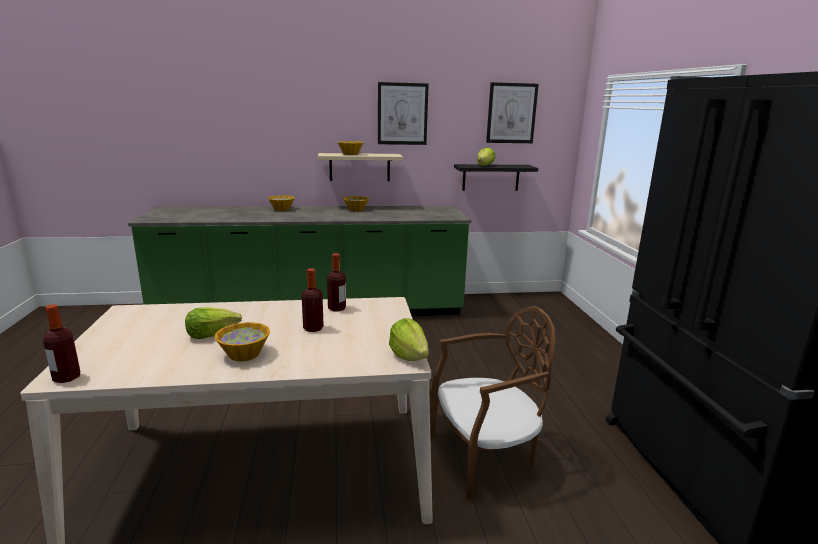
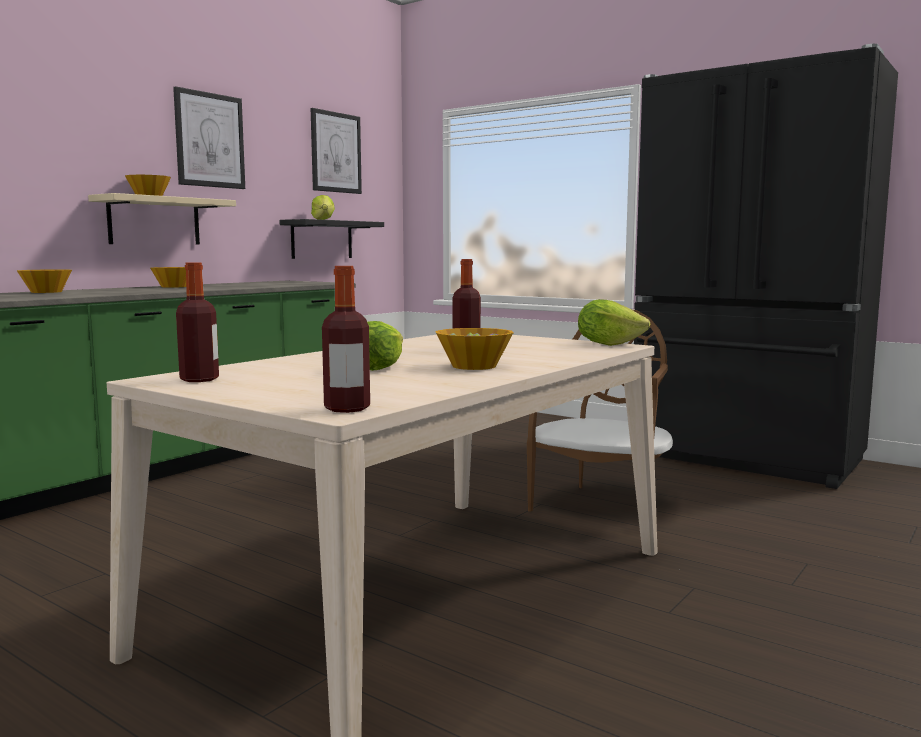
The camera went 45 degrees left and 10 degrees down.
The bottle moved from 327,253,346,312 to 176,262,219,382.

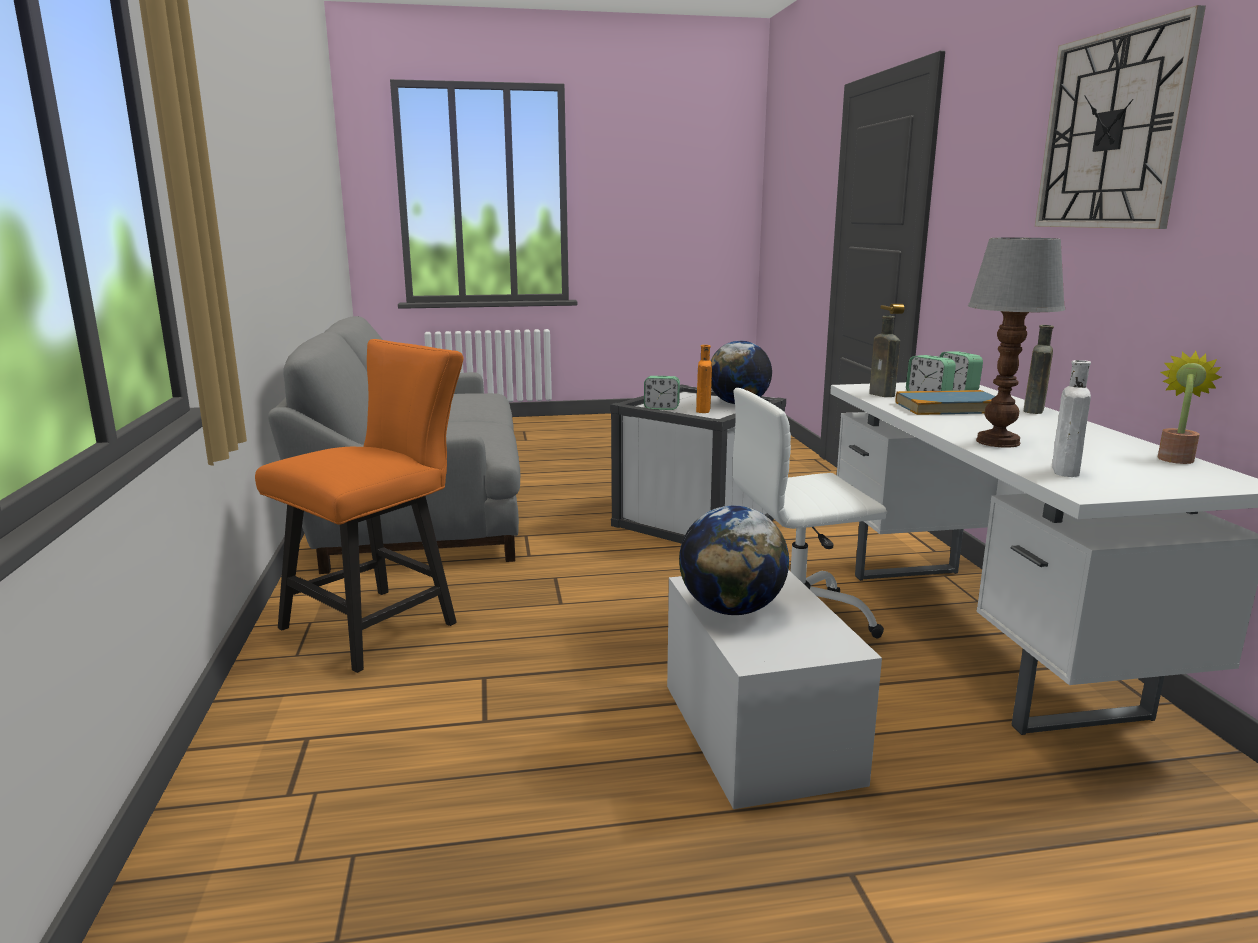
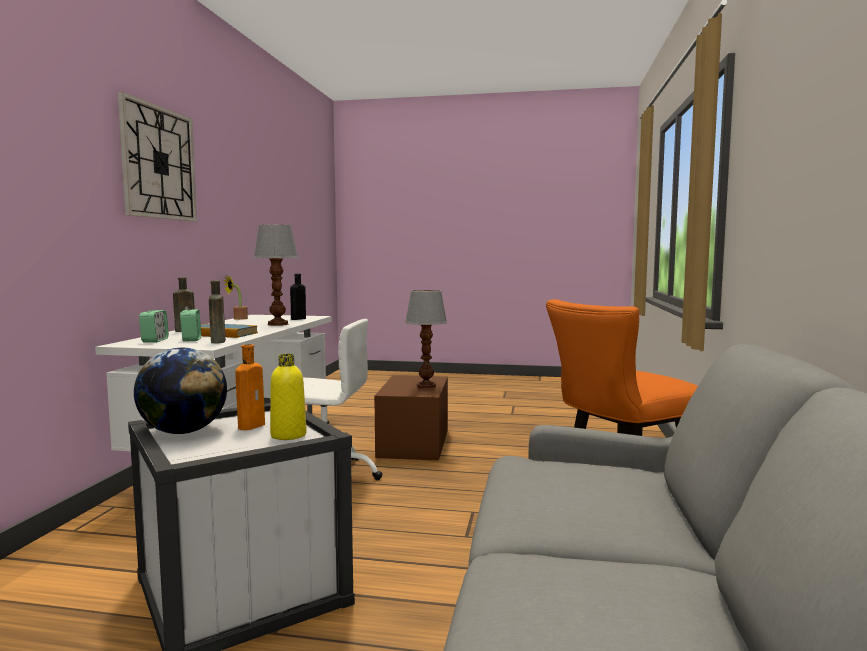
The camera went 160 degrees left and 10 degrees down.
The alarm clock at 644,376,680,410 was replaced by the bottle (yellow) at 270,354,307,440.
The bottle (white) at 1052,360,1091,477 became the bottle (black) at 290,274,306,320.
The storage box (white) at 667,570,882,809 became the storage box (brown) at 374,375,448,460.
The globe at 679,505,789,615 was replaced by the table lamp at 405,290,447,389.

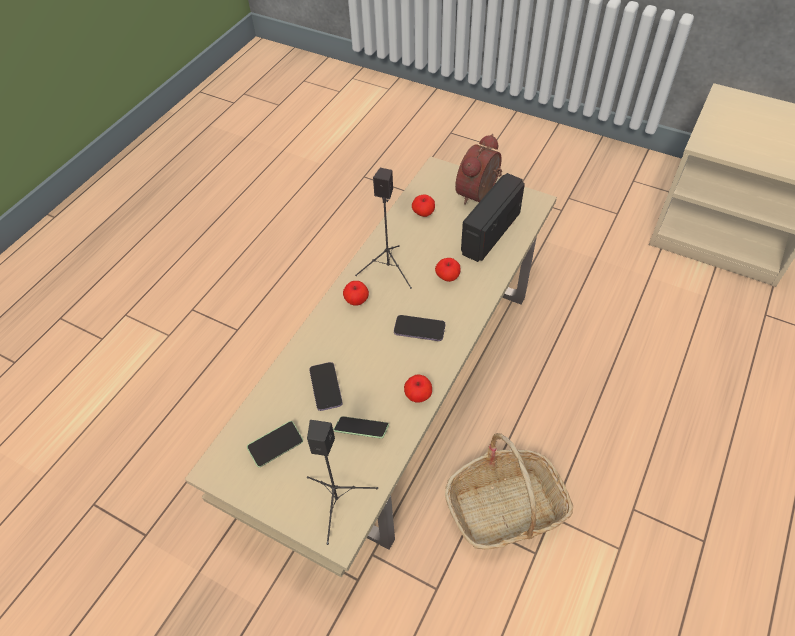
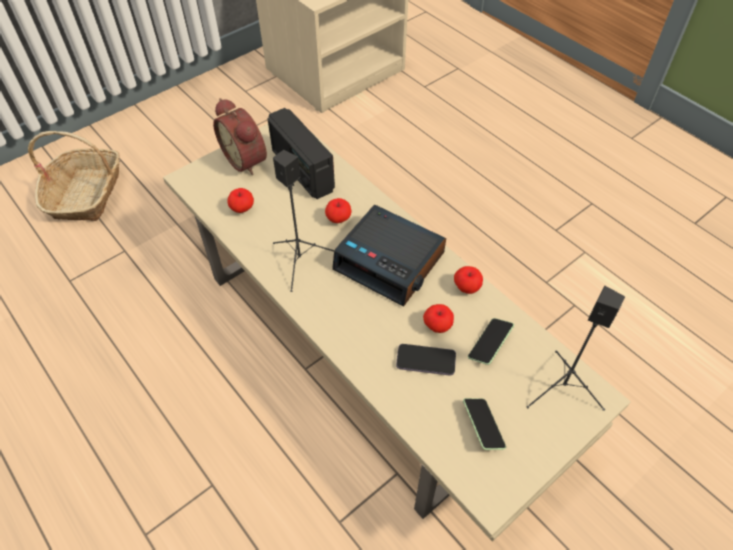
The camera went 70 degrees left and 0 degrees up.
The basket moved from 445,433,573,550 to 28,131,120,221.
The phone at 394,315,445,341 was replaced by the alarm clock at 332,205,446,307.
The apple moved from 343,281,369,306 to 423,304,454,333.

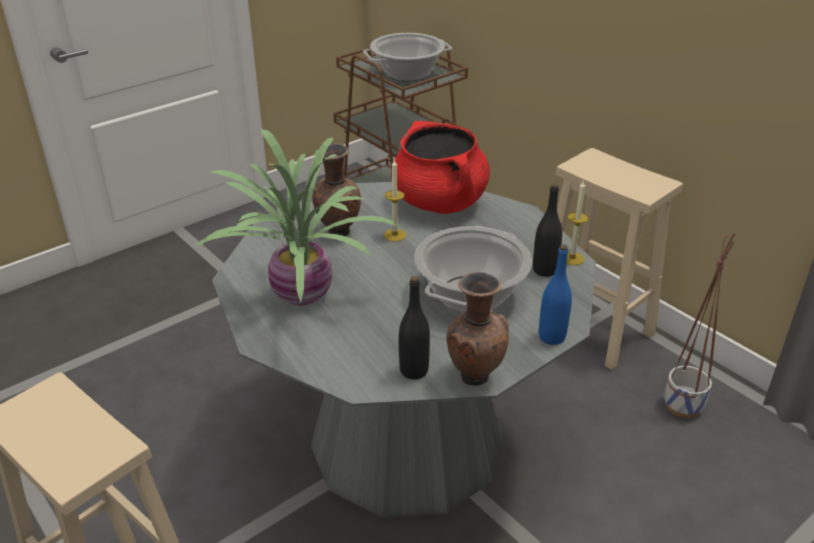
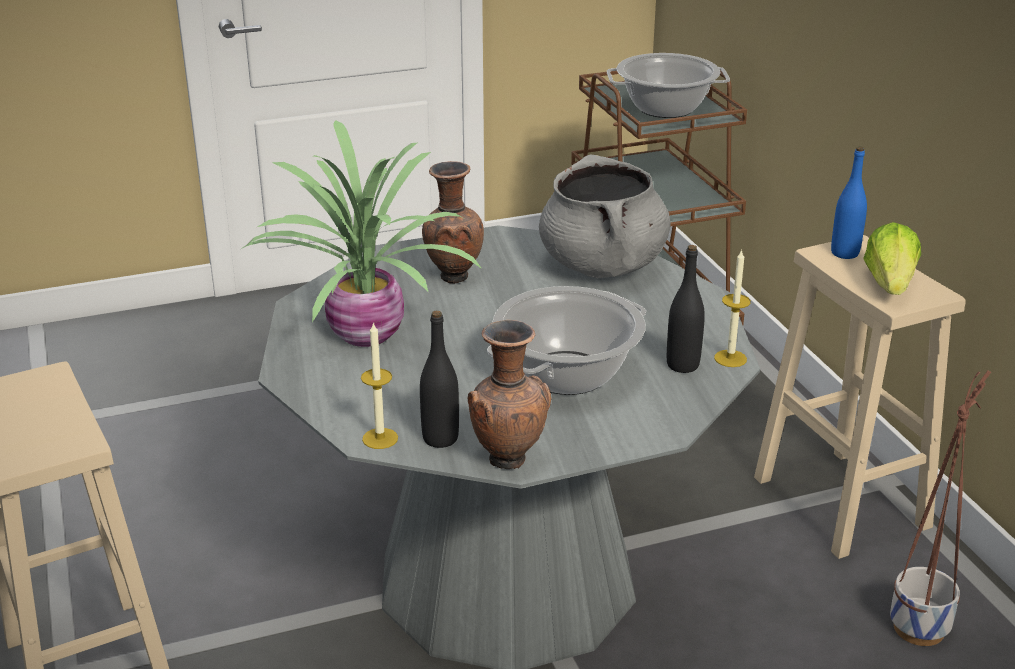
The camera went 20 degrees right and 5 degrees down.
The candle moved from 384,160,406,242 to 361,322,398,449.
The cooking pot (red) at 391,121,490,214 became the cooking pot (grey) at 539,154,671,278.
The bottle (blue) moved from 539,245,572,345 to 831,147,867,259.
The lettuce at 863,222,921,295 appeared.

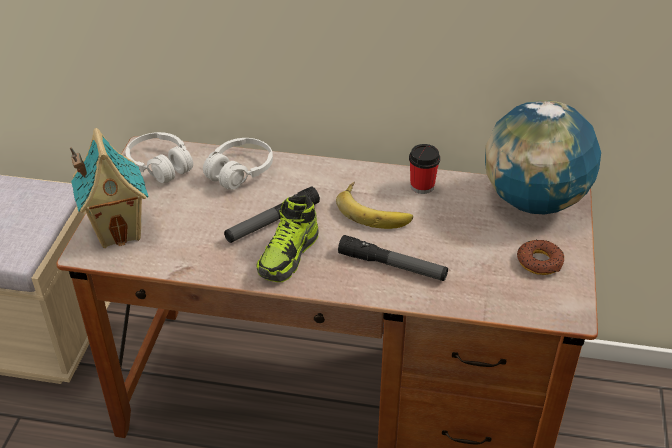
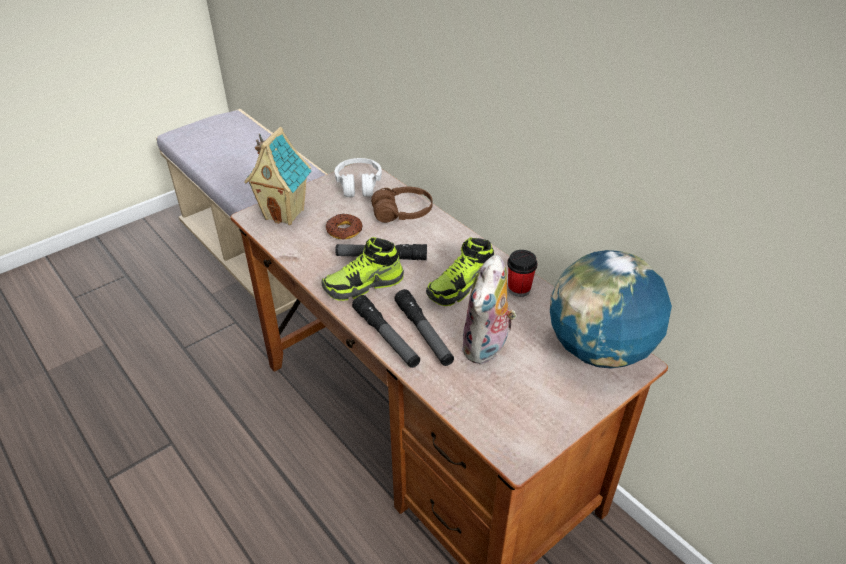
The camera went 40 degrees right and 0 degrees up.
The donut moved from 517,240,564,275 to 326,213,362,240.
The flashlight at 352,295,420,368 appeared.
The headphones (white) at 203,138,273,190 became the headphones (brown) at 371,187,433,223.
The banana at 336,182,413,229 was replaced by the shoe at 426,238,494,306.
The plush toy at 461,254,517,364 appeared.

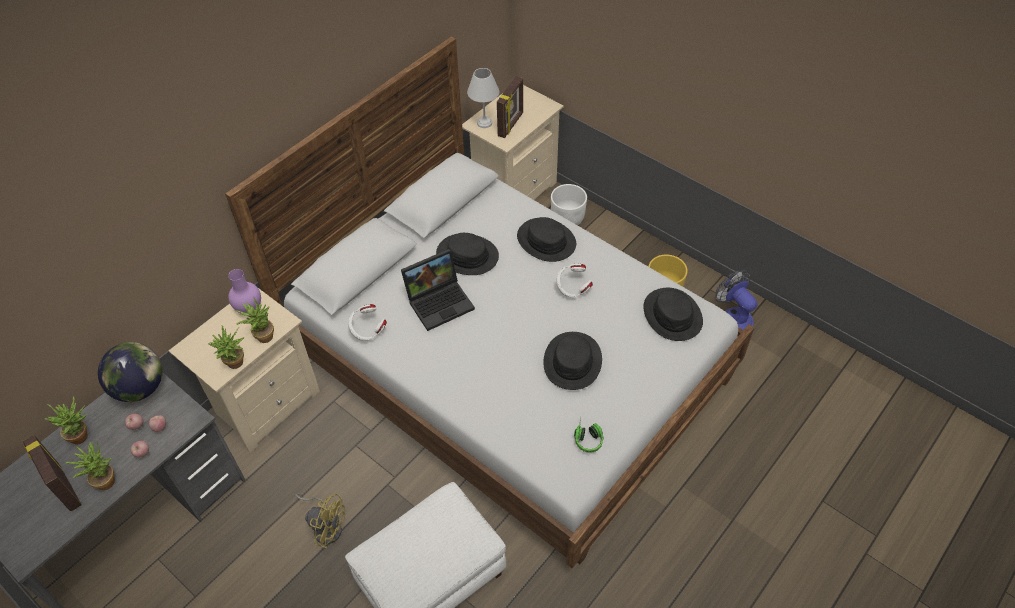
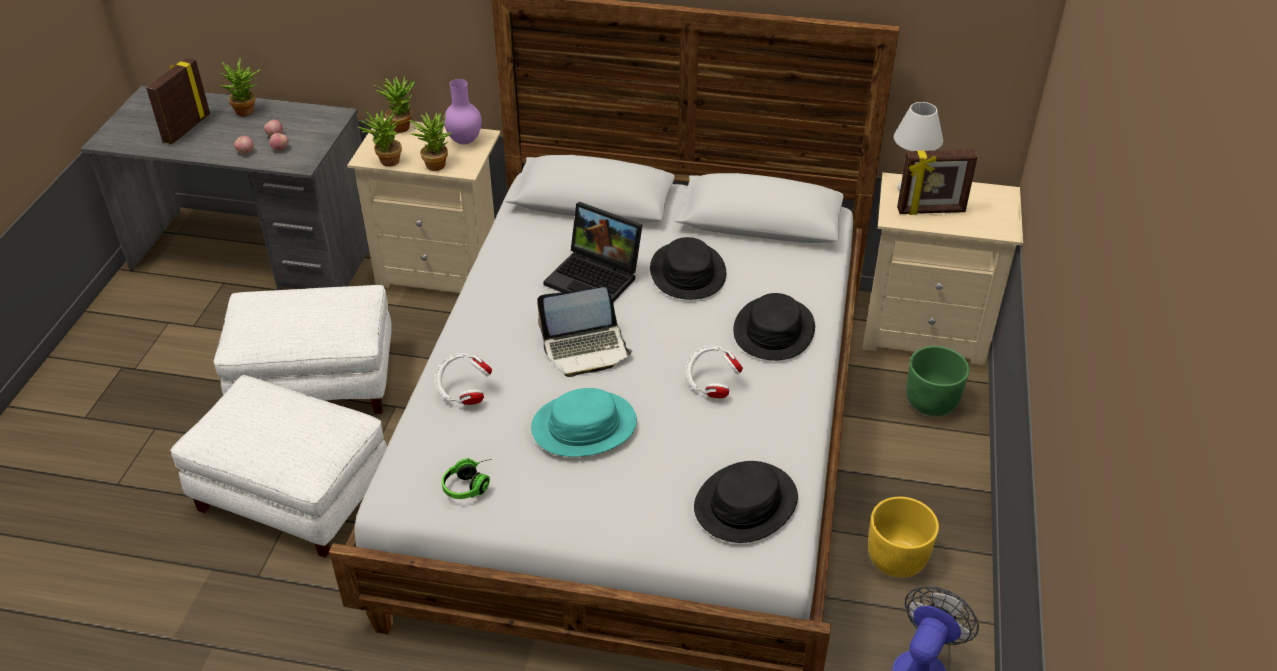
The camera went 60 degrees right and 10 degrees down.
The fan (yellow) at 295,493,345,548 was replaced by the ottoman (white) at 214,285,392,414.
The potted plant moved from 65,442,115,490 to 374,76,415,133.
The headphones (white) moved from 348,304,387,341 to 435,353,492,405.
The hat (black) at 543,332,602,390 became the hat (turquoise) at 531,388,637,457.
The laptop at 537,287,632,377 appeared.
The planter (white) at 551,184,587,225 became the planter (green) at 906,346,970,416.
The globe at 98,342,162,402 disappeared.

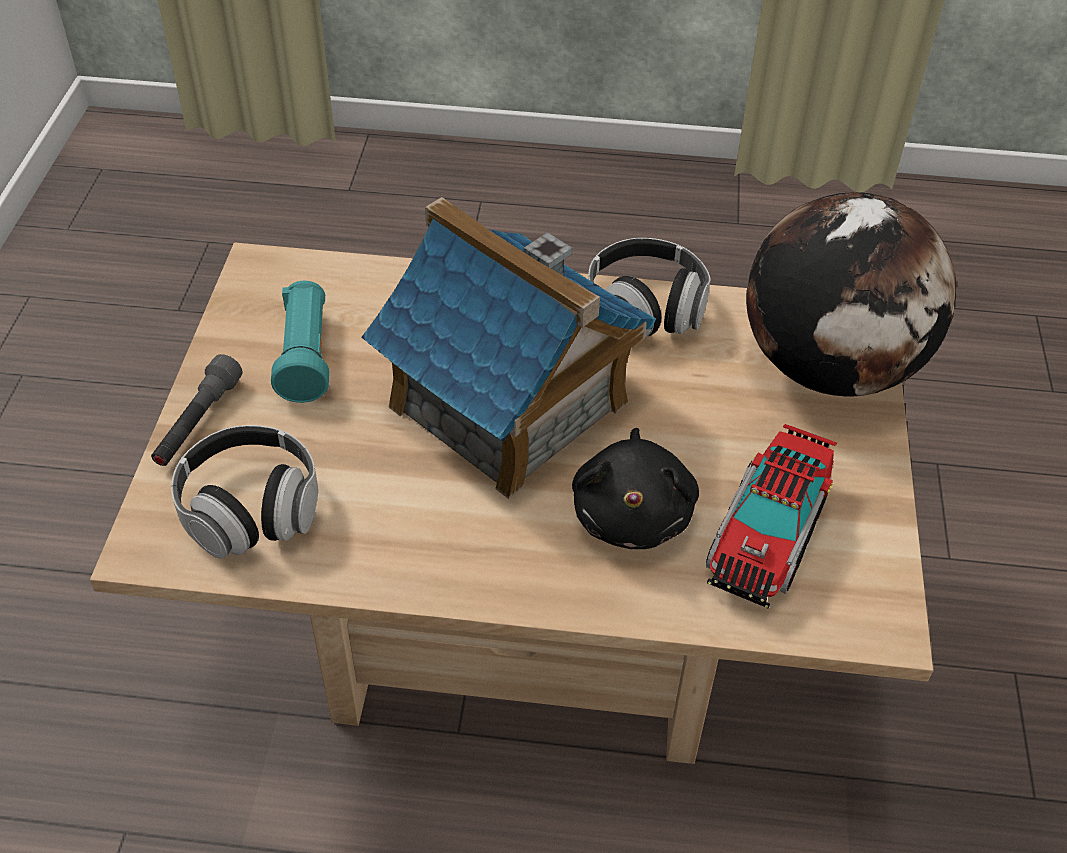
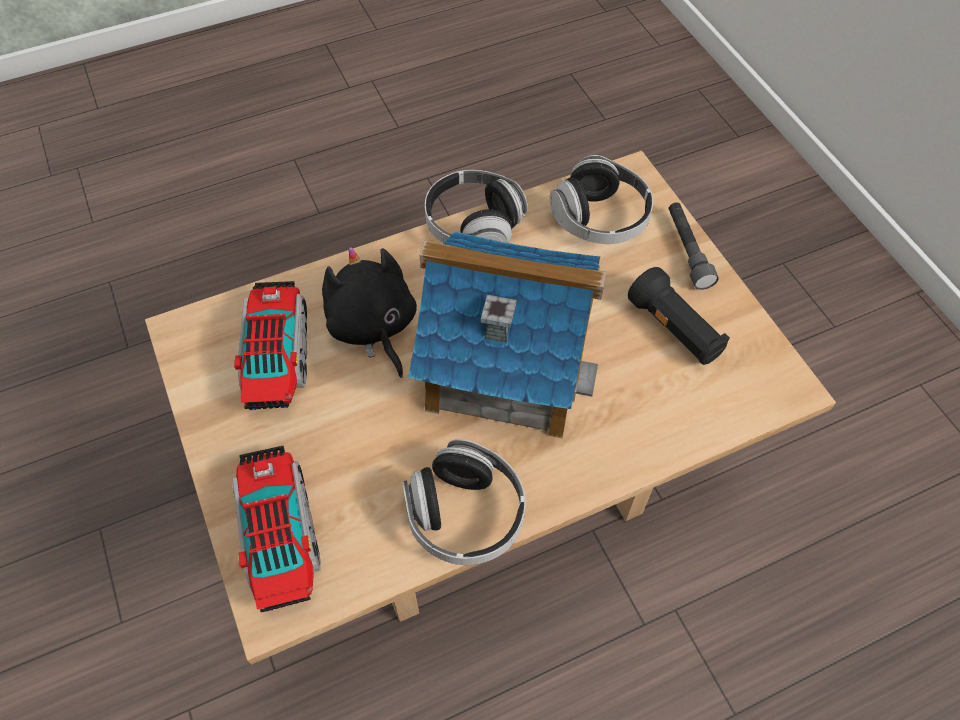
The camera went 150 degrees right and 10 degrees up.
The globe at 746,192,957,397 was replaced by the toy truck at 232,446,321,612.
The headphones at 425,170,528,243 appeared.
The flashlight (turquoise) at 271,281,329,403 became the flashlight (black) at 628,267,730,365.

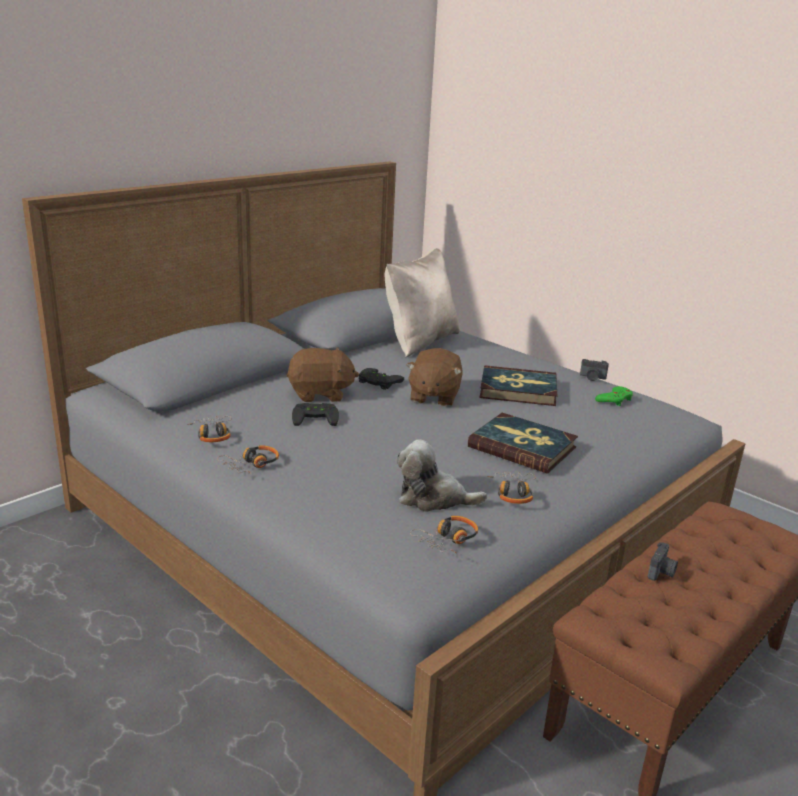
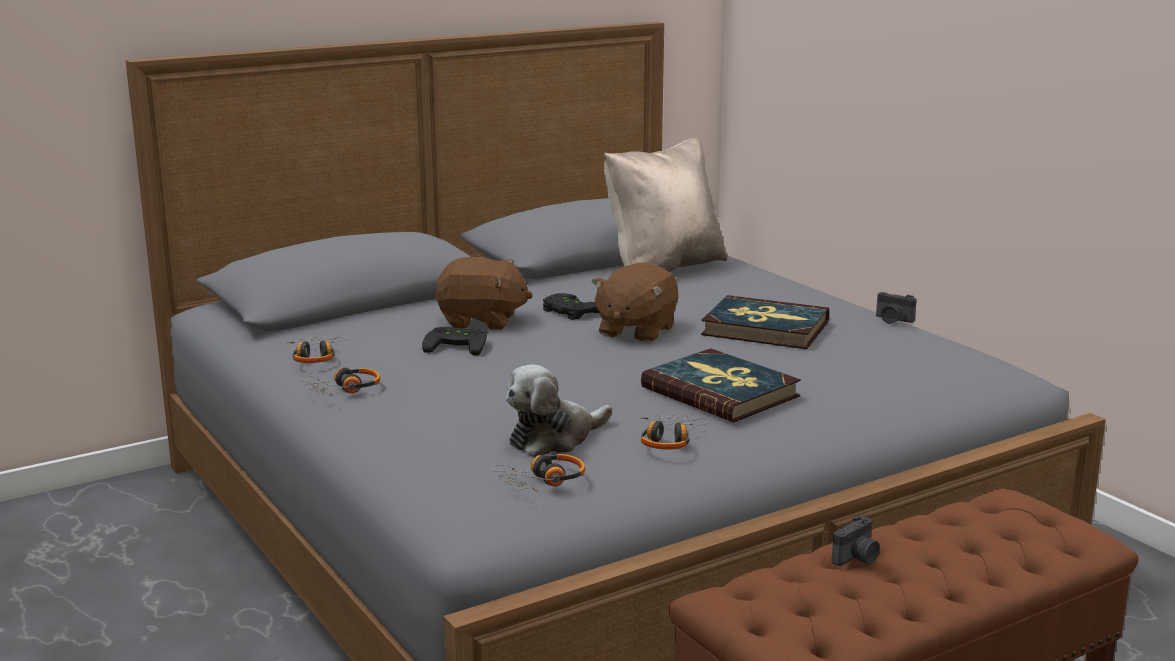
The camera went 15 degrees right and 5 degrees down.
The plush toy at 397,439,487,512 turned 60 degrees counterclockwise.
The game controller (green) at 595,386,633,406 disappeared.

